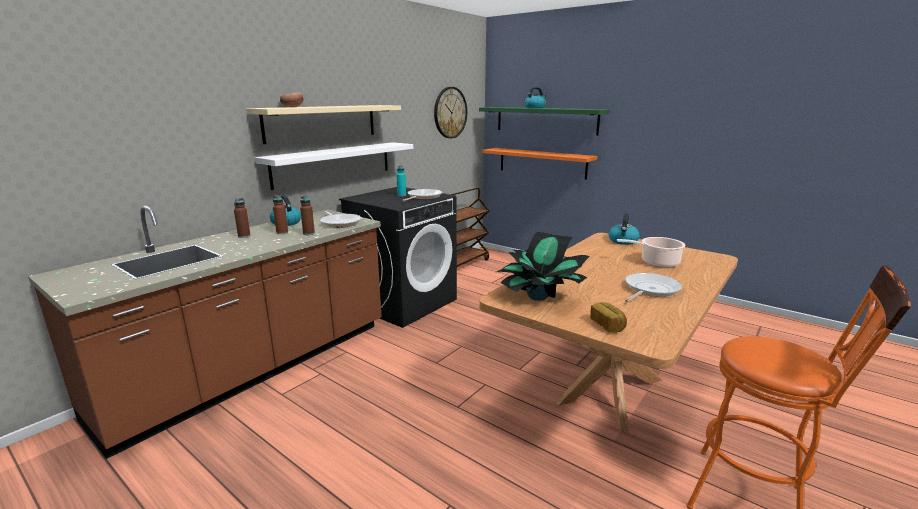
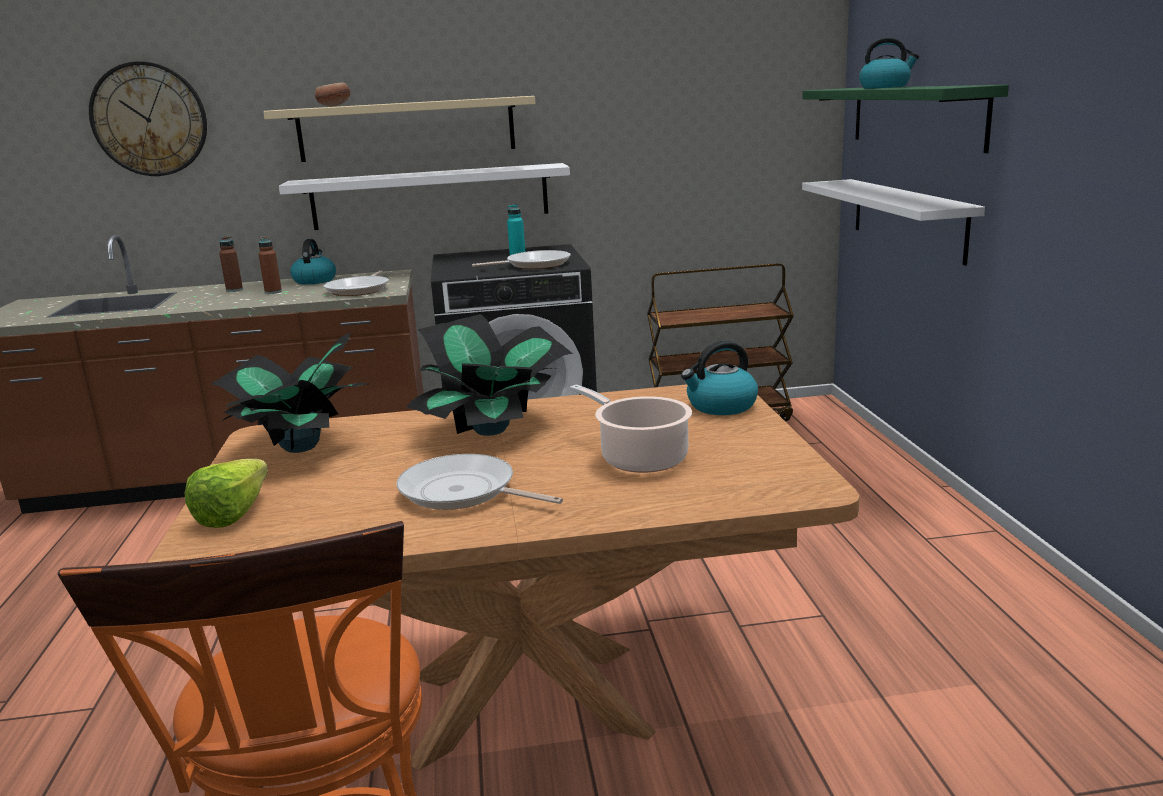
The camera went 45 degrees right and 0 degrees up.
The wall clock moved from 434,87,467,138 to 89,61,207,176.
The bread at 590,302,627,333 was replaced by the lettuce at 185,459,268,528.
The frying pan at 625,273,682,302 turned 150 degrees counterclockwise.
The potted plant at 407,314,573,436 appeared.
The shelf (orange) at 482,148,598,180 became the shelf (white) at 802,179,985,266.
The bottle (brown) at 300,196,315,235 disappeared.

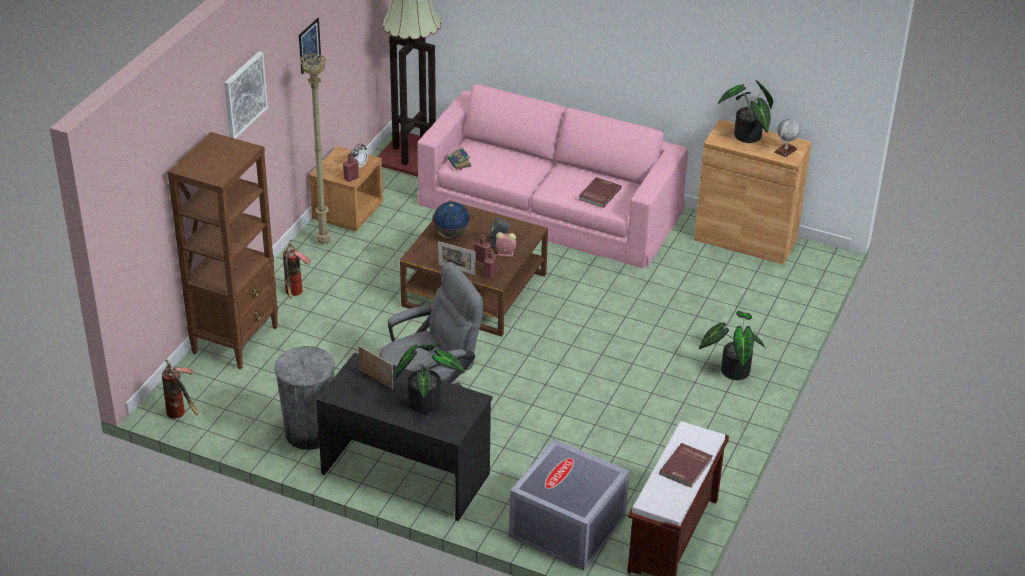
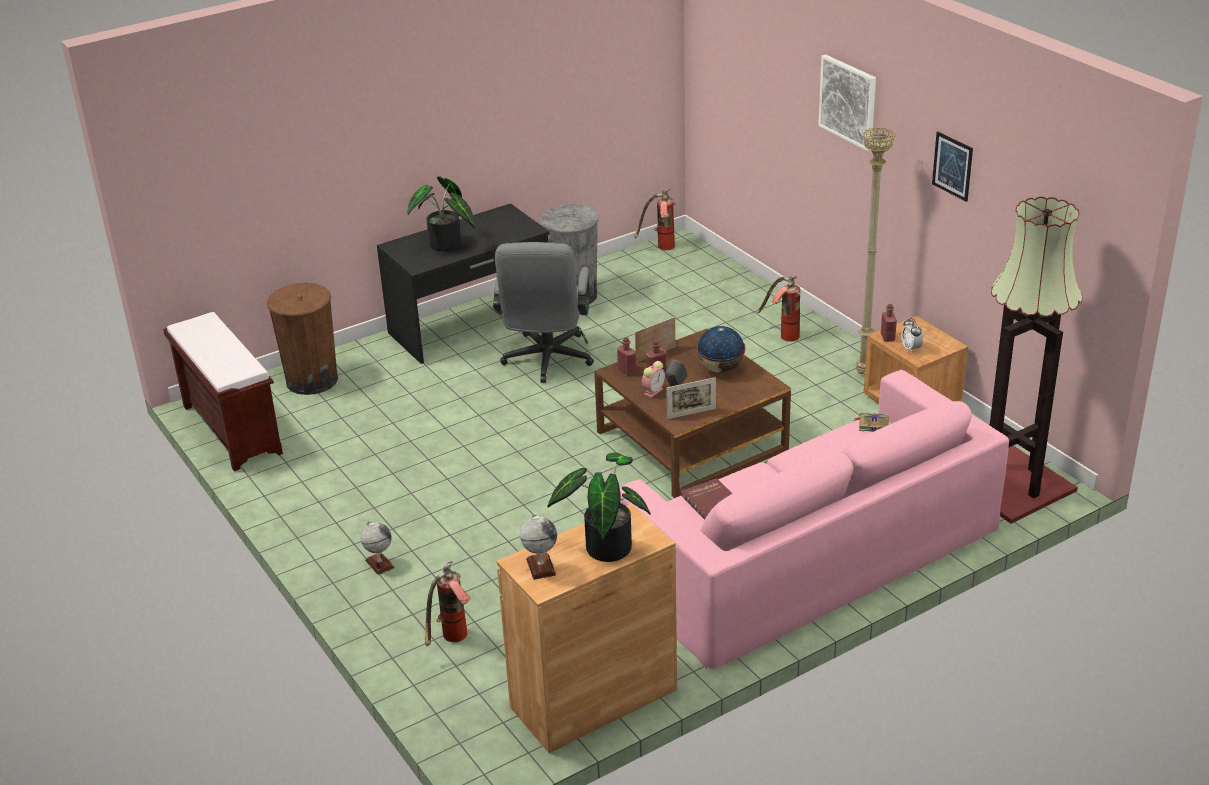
The camera went 125 degrees right and 5 degrees down.
The storage box (grey) at 509,439,629,570 was replaced by the trash can (brown) at 267,283,338,395.
The potted plant at 699,311,765,380 was replaced by the globe at 361,521,395,575.
The fire extinguisher at 425,561,471,646 appeared.
The picture frame moved from 358,345,393,389 to 667,377,716,419.
The bookcase (brown) at 168,132,278,369 disappeared.
The book (red) at 659,443,712,488 disappeared.

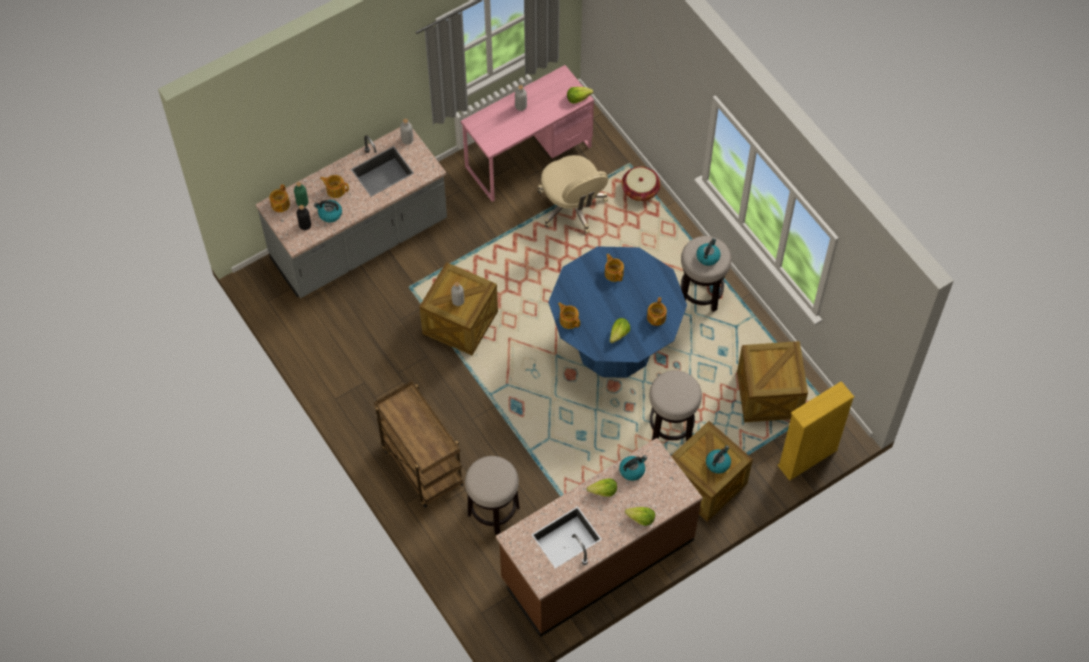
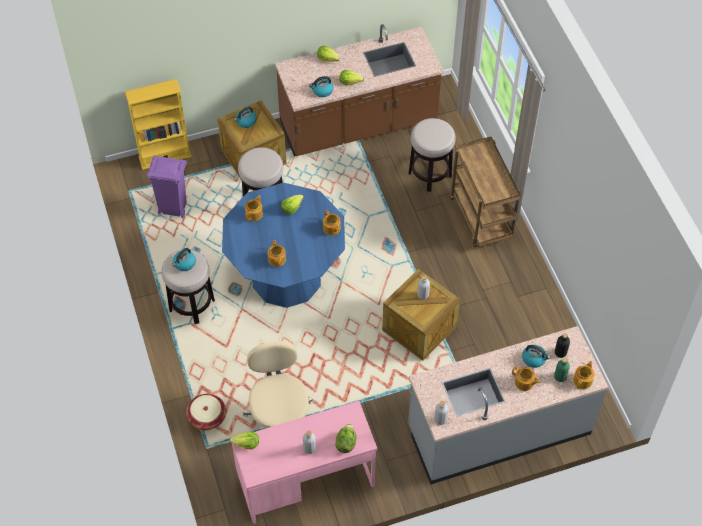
The camera went 165 degrees left and 5 degrees down.
The crate at 737,341,808,423 was replaced by the trash can (purple) at 147,156,187,218.
The lettuce at 335,424,356,453 appeared.

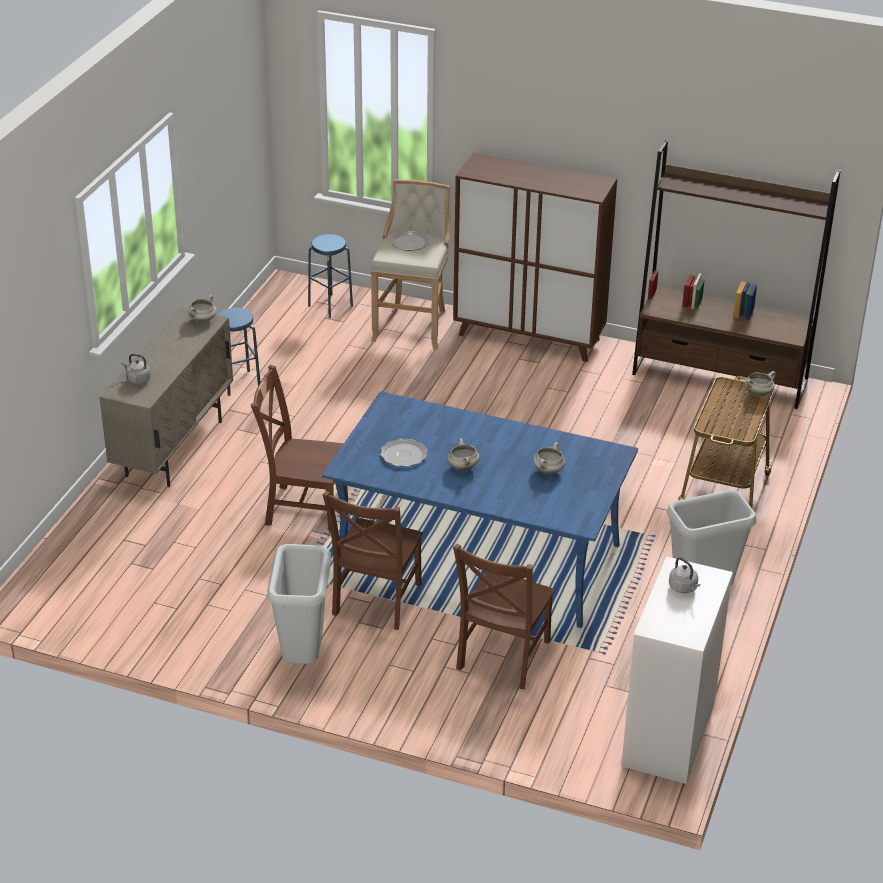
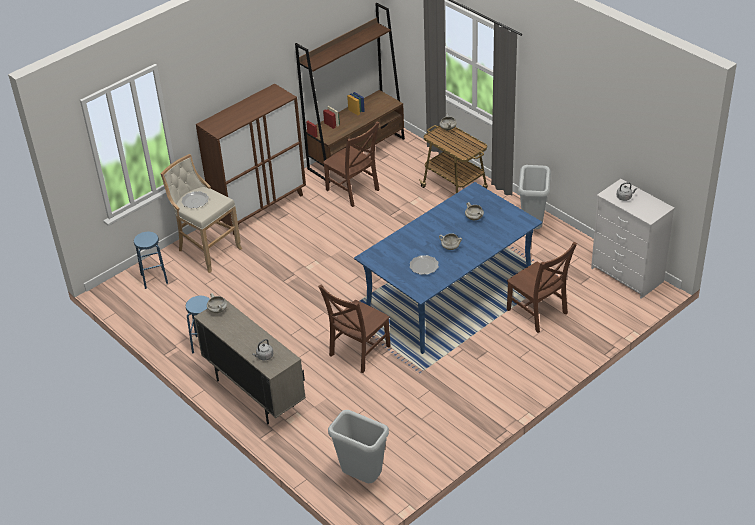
The camera went 60 degrees left and 5 degrees up.
The chair (brown) moved from 322,491,423,630 to 323,121,380,207.
The trash can (grey) moved from 267,544,331,664 to 328,410,389,483.

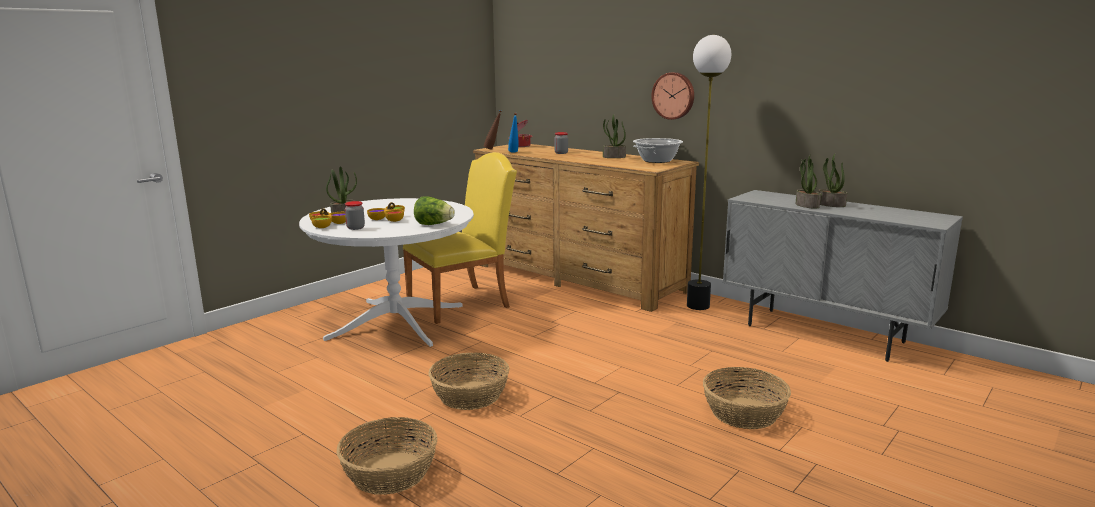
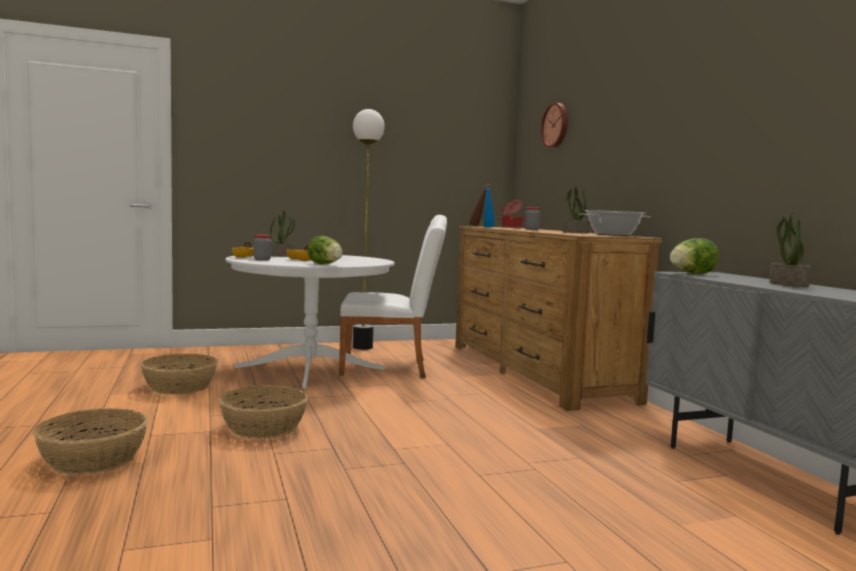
The camera went 30 degrees right and 10 degrees down.
The basket moved from 703,367,791,429 to 140,354,218,395.
The chair (yellow) at 403,152,517,324 became the chair (white) at 339,215,447,378.
The floor lamp moved from 687,35,731,310 to 353,109,385,350.
The wall clock moved from 651,72,694,120 to 541,103,568,148.
The lettuce at 669,238,719,274 appeared.
The potted plant at 796,154,821,209 disappeared.

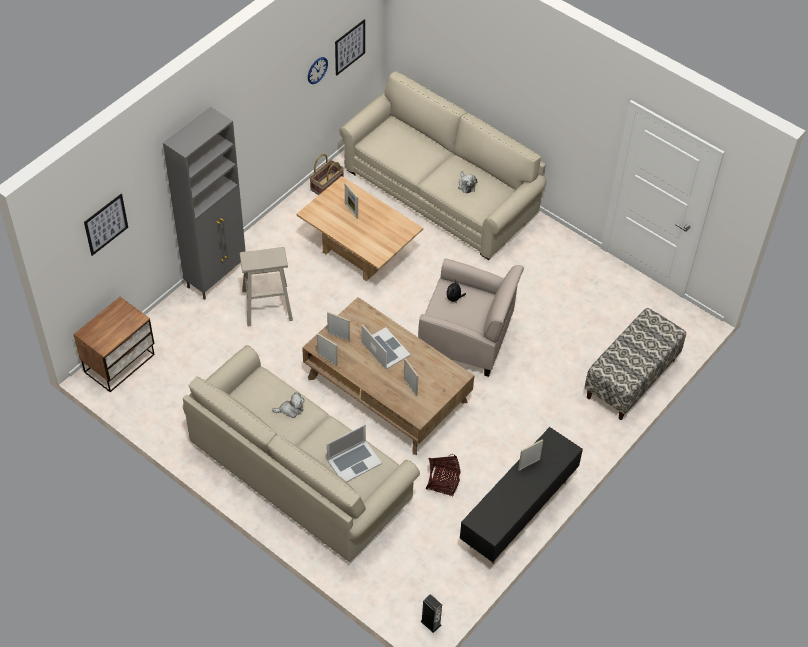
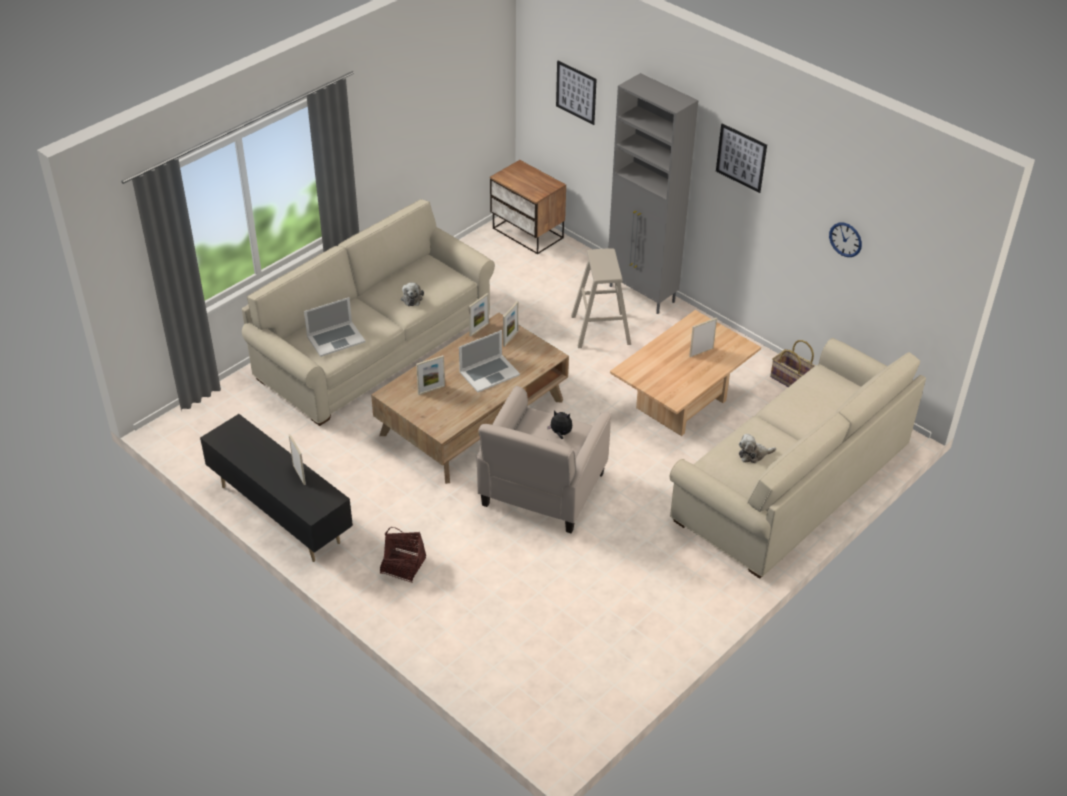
The camera went 95 degrees right and 10 degrees down.
The laptop at 327,425,382,482 turned 90 degrees counterclockwise.
The basket moved from 426,454,461,497 to 380,527,426,583.
The picture moved from 335,19,365,76 to 716,123,767,193.
The speaker at 420,594,442,633 disappeared.
The bench at 584,308,686,420 disappeared.

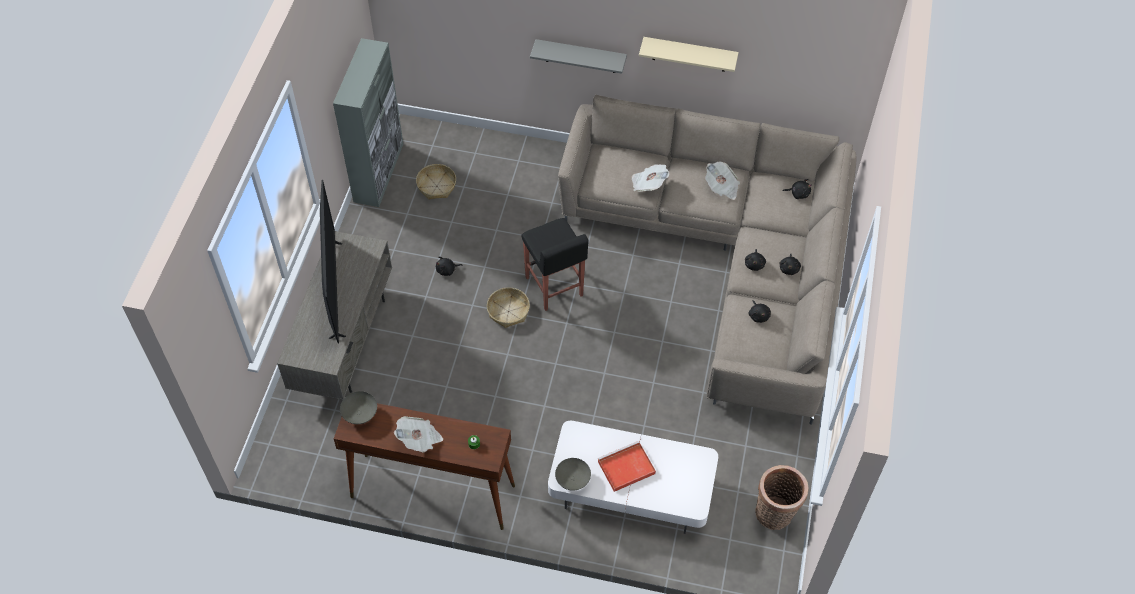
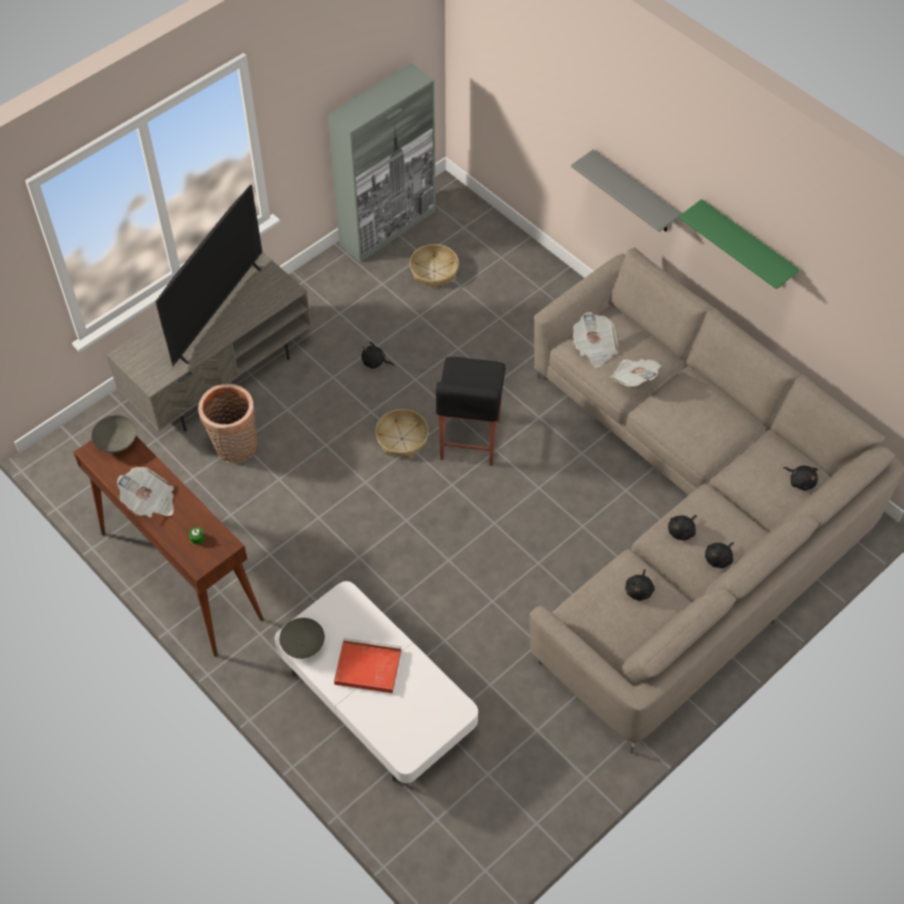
The camera went 35 degrees right and 0 degrees up.
The basket moved from 756,465,809,530 to 198,384,258,463.
The newspaper moved from 705,162,740,200 to 573,312,618,368.
The shelf (beige) at 639,37,739,72 became the shelf (green) at 679,199,799,289.

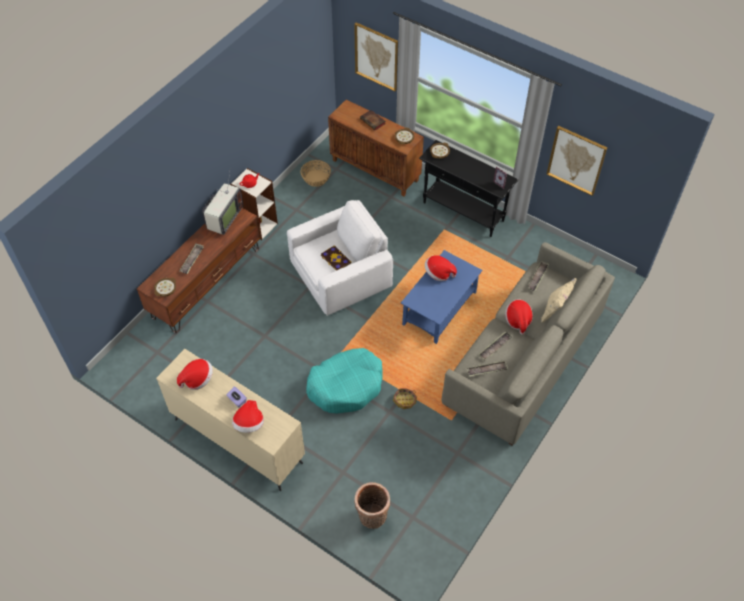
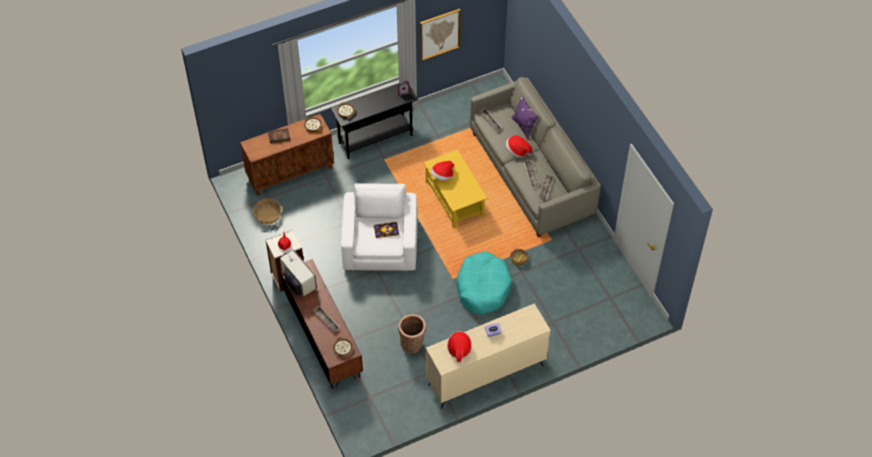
The camera went 60 degrees left and 0 degrees up.
The basket moved from 354,482,390,529 to 398,314,426,353.
The coffee table (blue) at 401,250,482,344 became the coffee table (yellow) at 423,150,487,229.
The pillow (beige) at 541,278,577,322 became the pillow (purple) at 512,95,539,139.
The hat at 232,400,264,433 disappeared.
The picture at 354,22,398,91 disappeared.

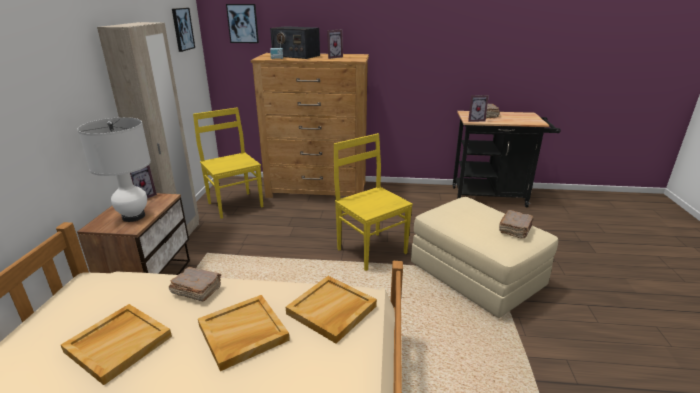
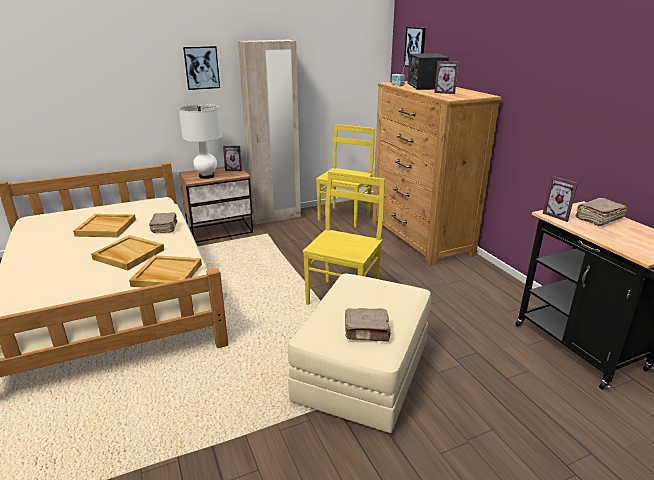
The camera went 60 degrees right and 0 degrees up.
The picture moved from 172,8,195,52 to 183,46,220,90.

